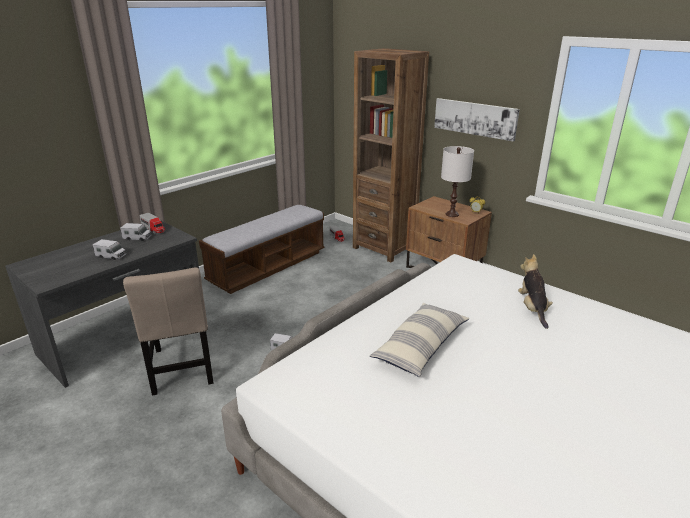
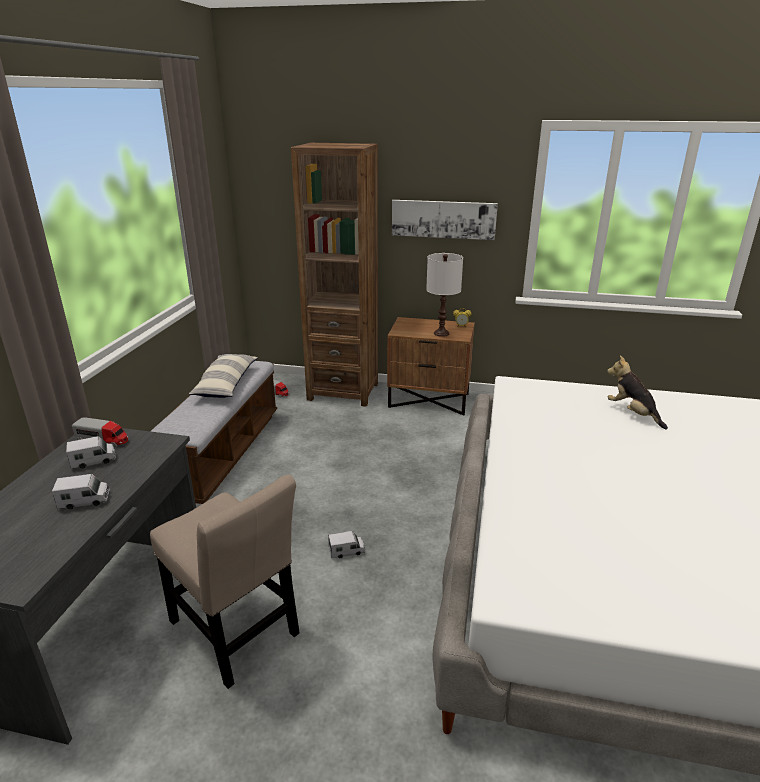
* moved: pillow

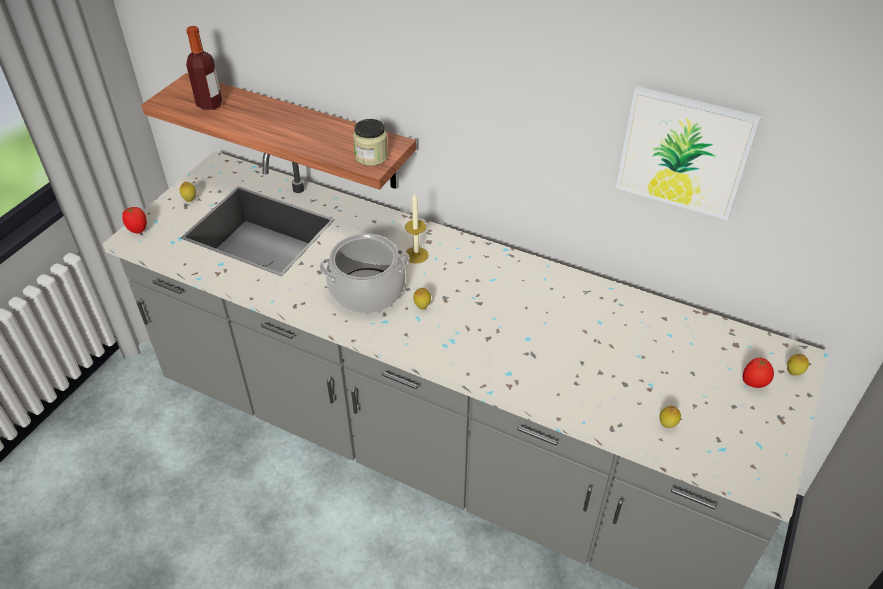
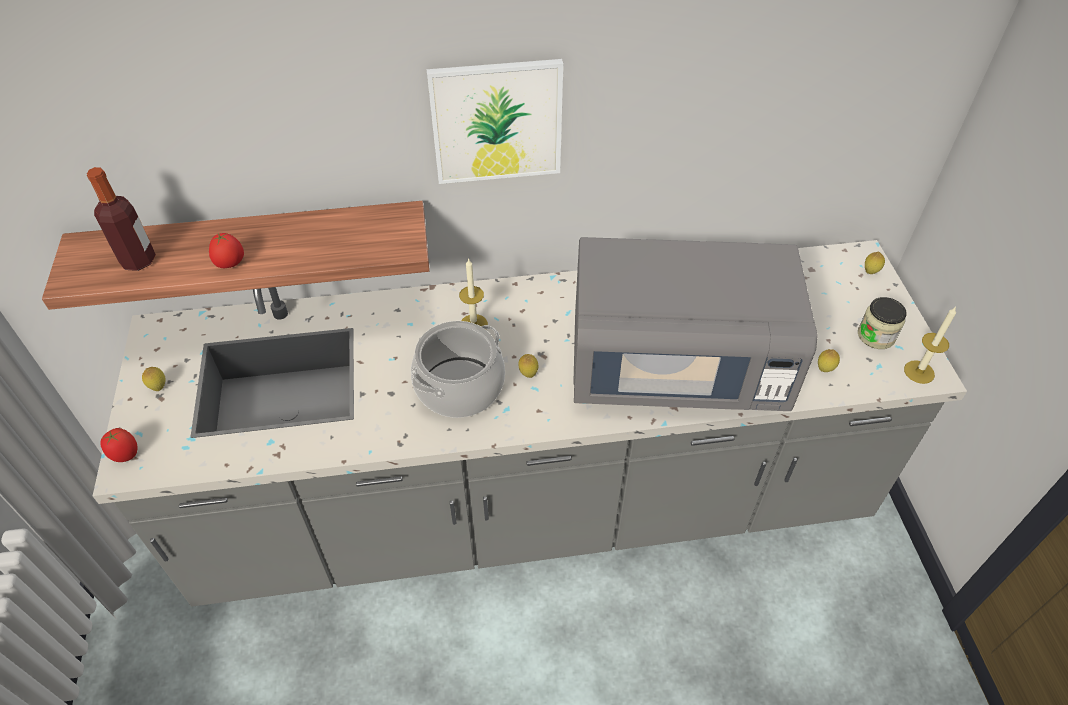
* moved: tomato (2nd from left)
* moved: picture
* added: grey microwave
* moved: jar
* added: candle (2nd from left)

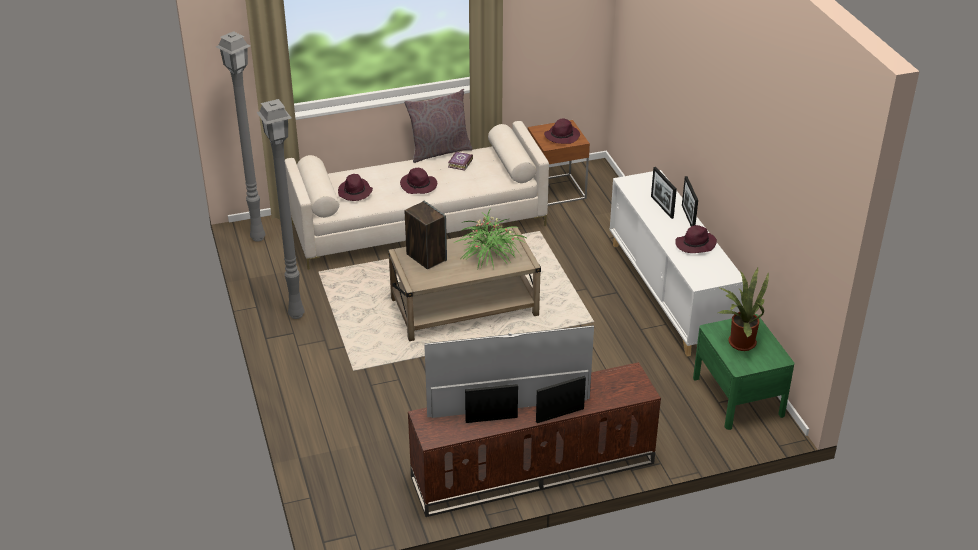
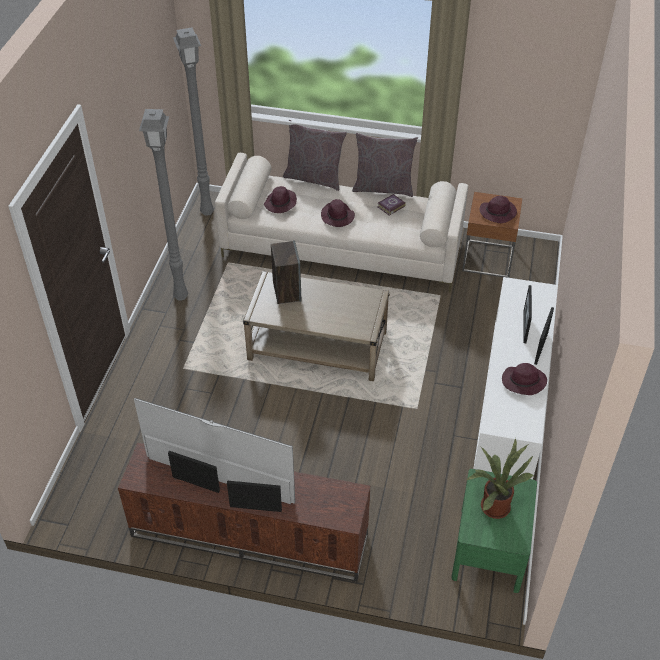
* added: grey pillow (1st from left)
* removed: potted plant (1st from left)

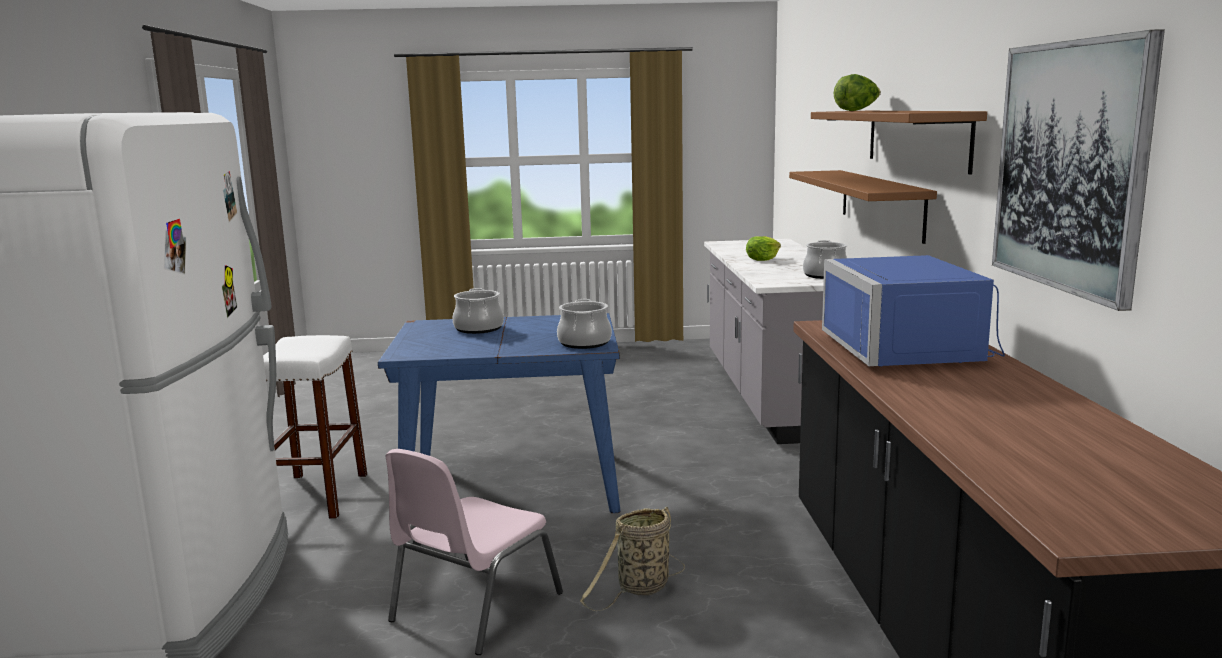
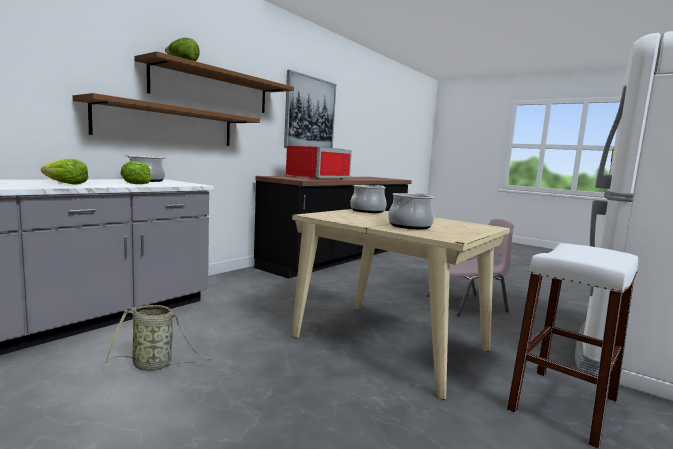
* moved: basket
* added: lettuce (2nd from left)
* recoloured: blue microwave to red microwave
* recoloured: blue dining table to beige dining table

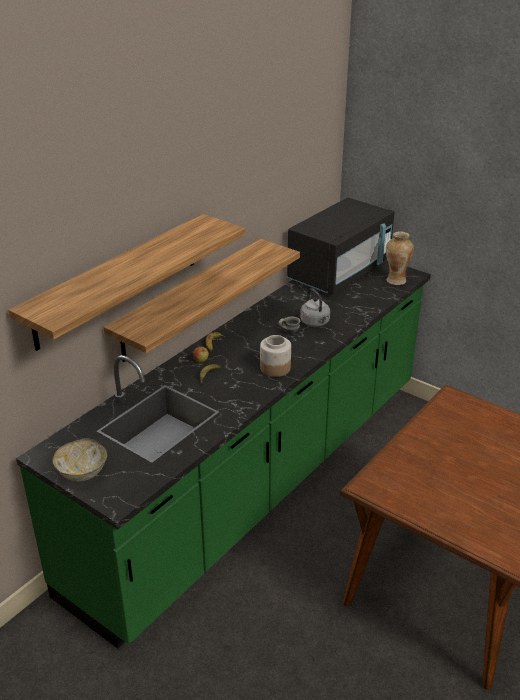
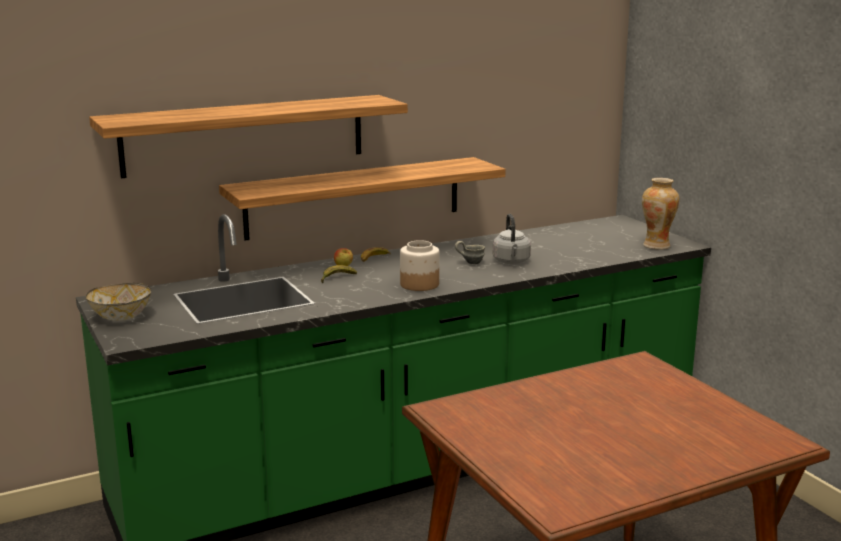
* removed: black microwave

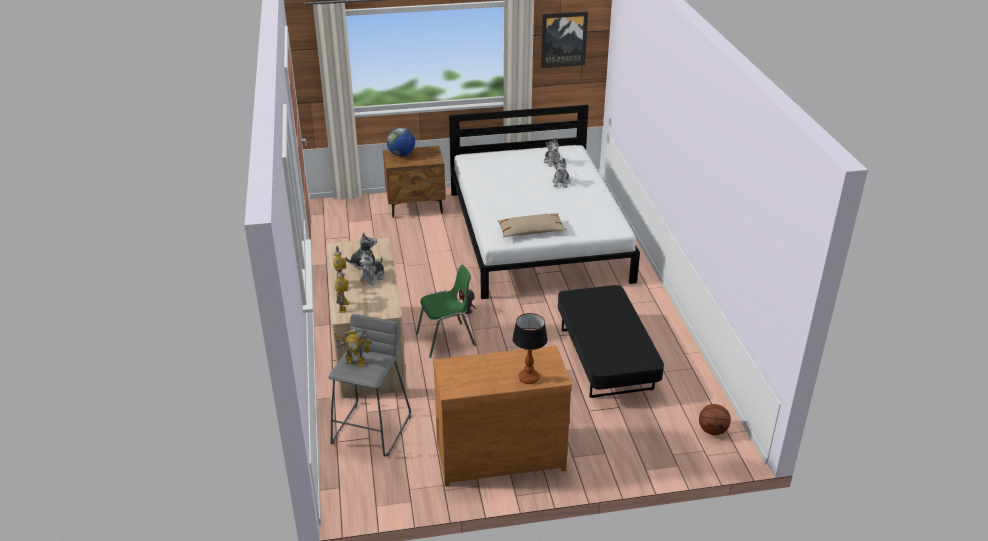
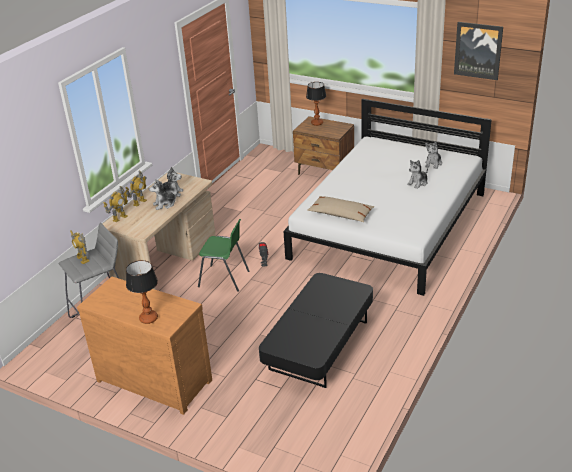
* replaced: globe to table lamp (2nd from left)
* removed: basketball

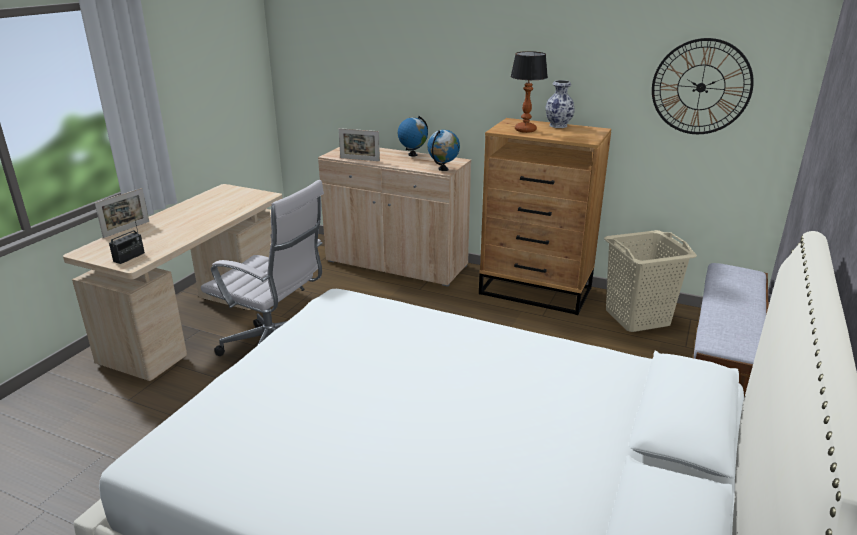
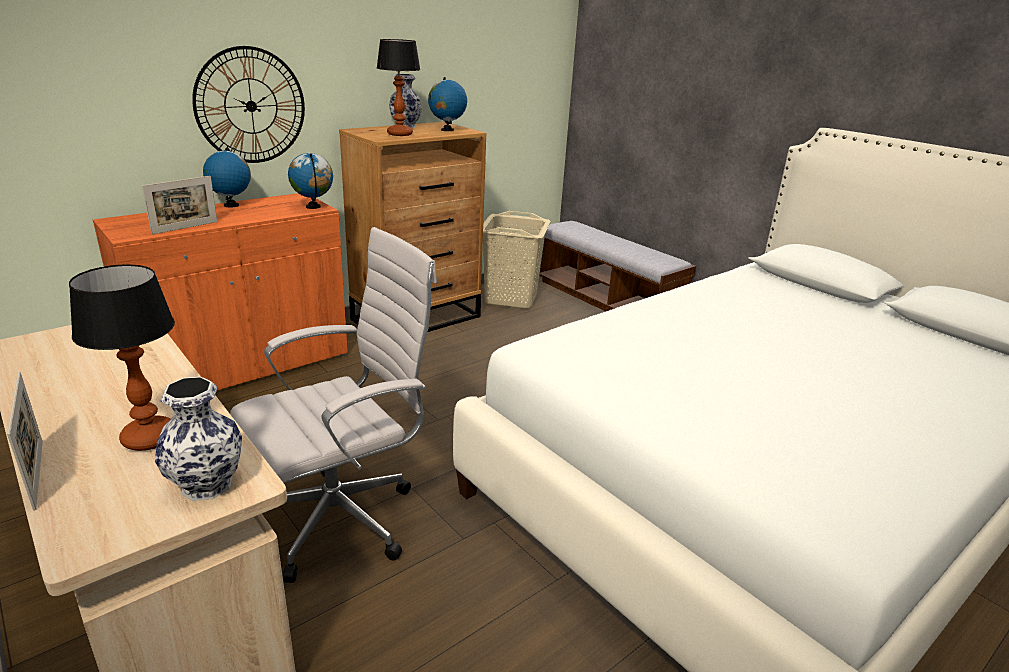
* added: table lamp (1st from left)
* recoloured: beige cabinet to orange cabinet
* replaced: radio to vase (1st from left)
* moved: wall clock
* added: globe (3rd from left)

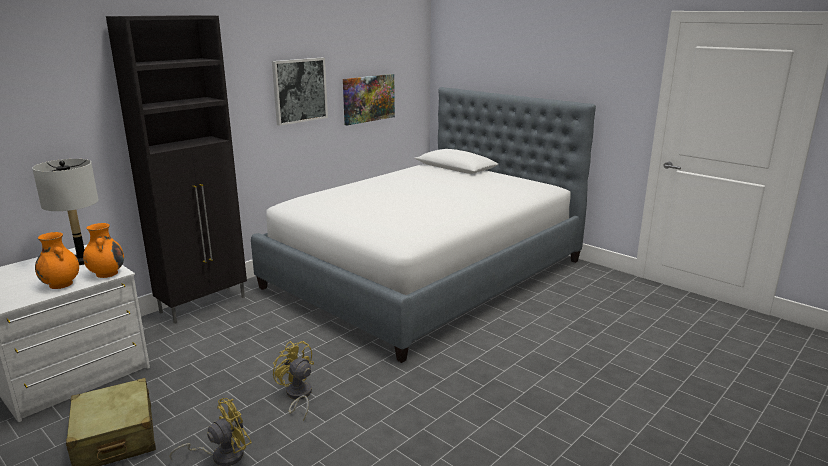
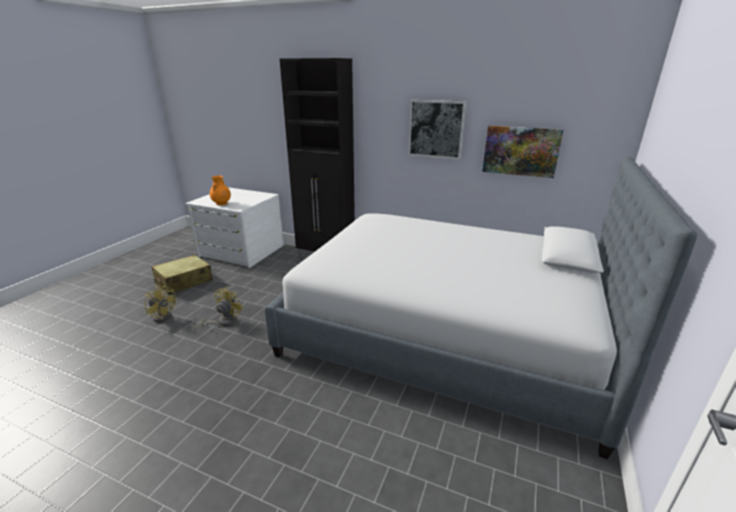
* removed: grey table lamp
* removed: orange vase (2nd from left)

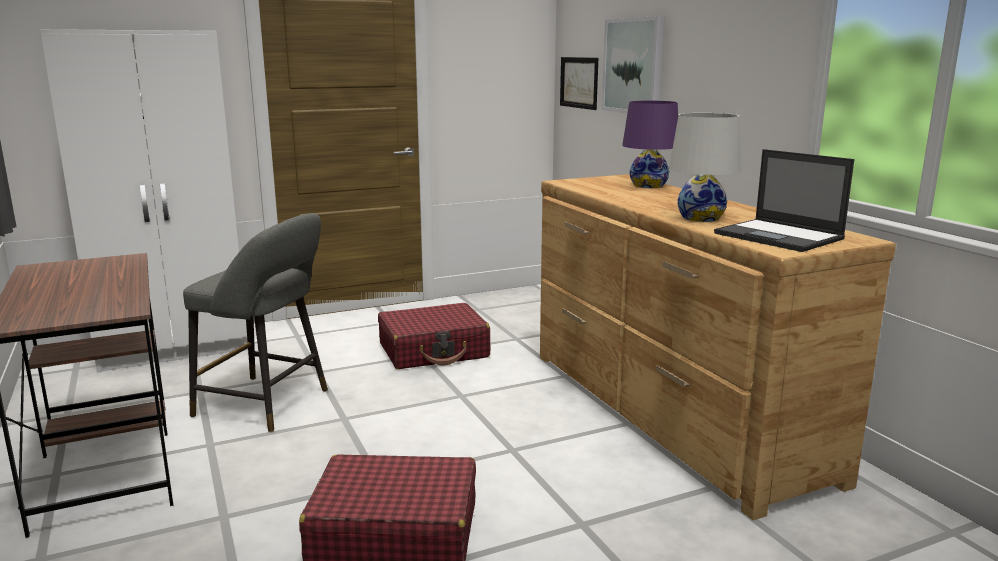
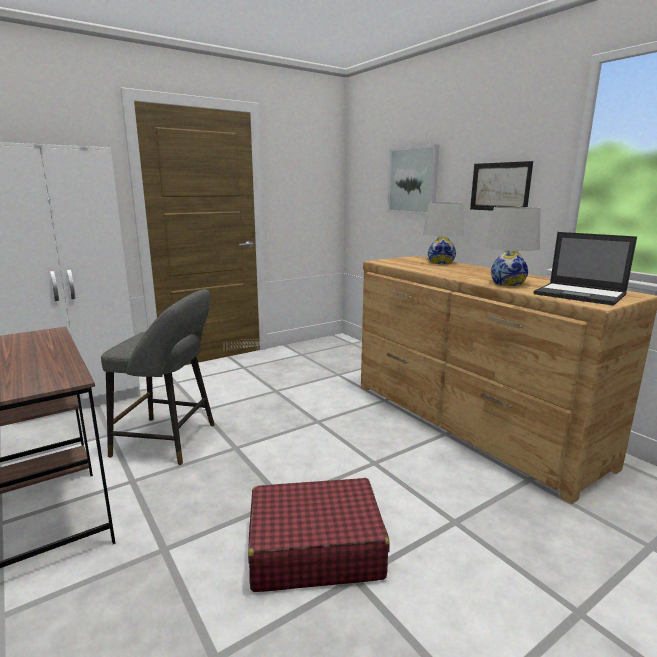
* recoloured: purple table lamp to white table lamp (1st from left)
* moved: picture (1st from left in the first image) to picture (2nd from left)
* removed: red suitcase (2nd from left)

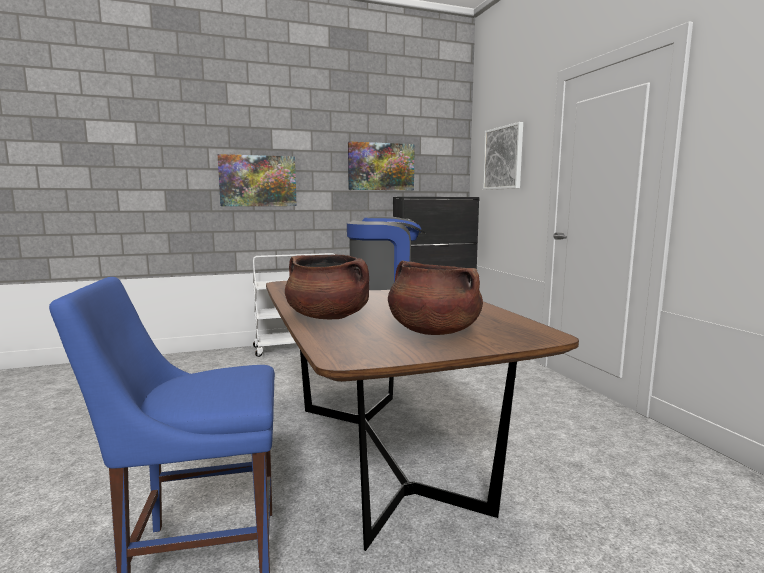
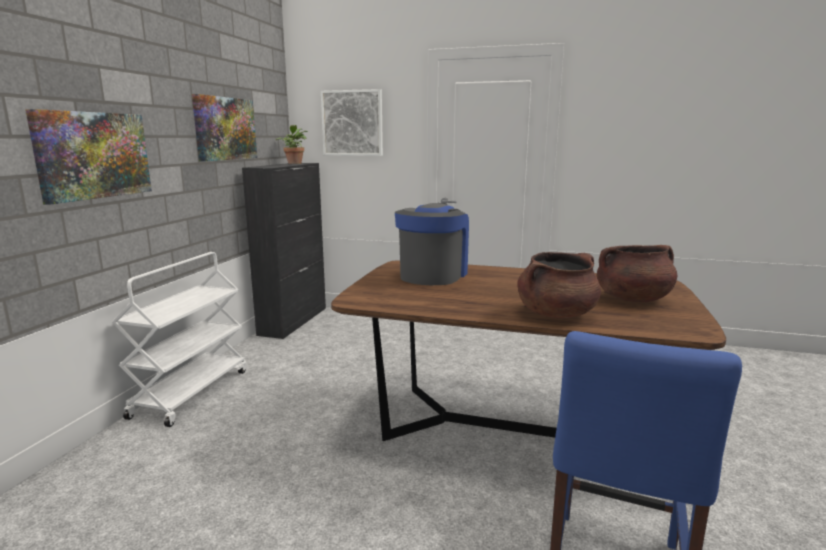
* added: potted plant

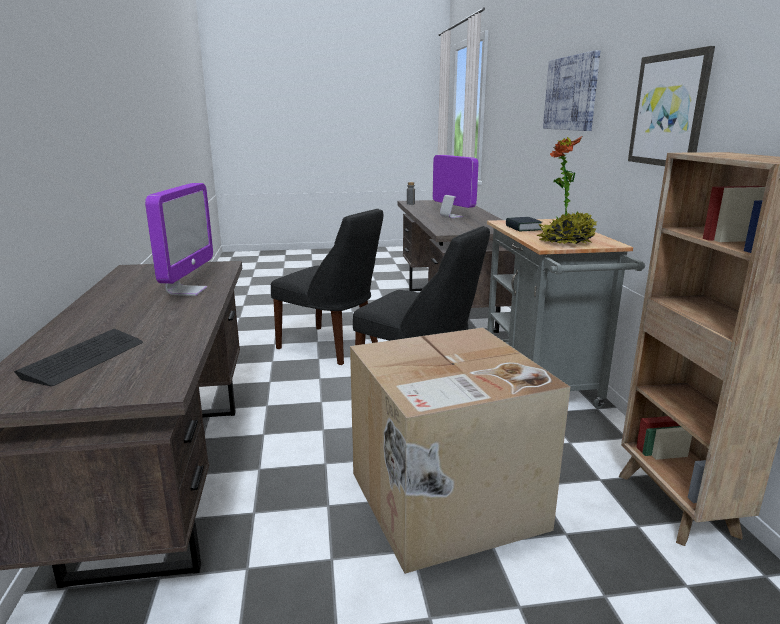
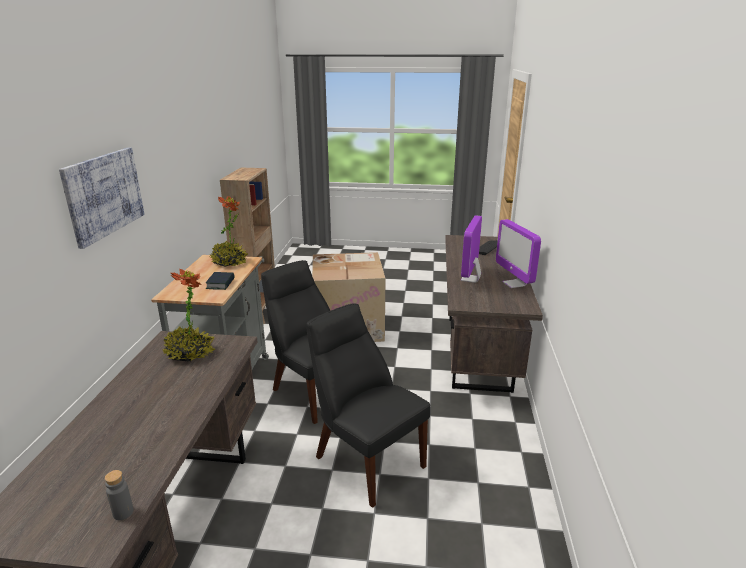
* added: potted plant (1st from left)
* moved: monitor (2nd from left)
* removed: picture (2nd from left)

